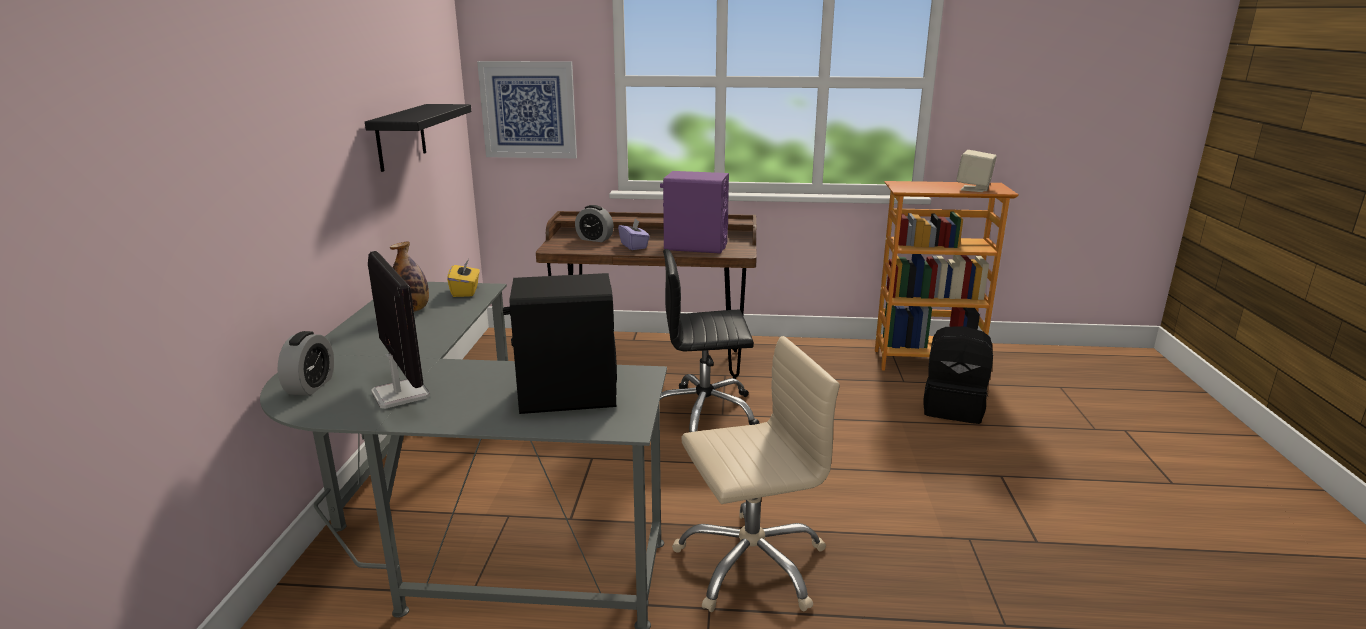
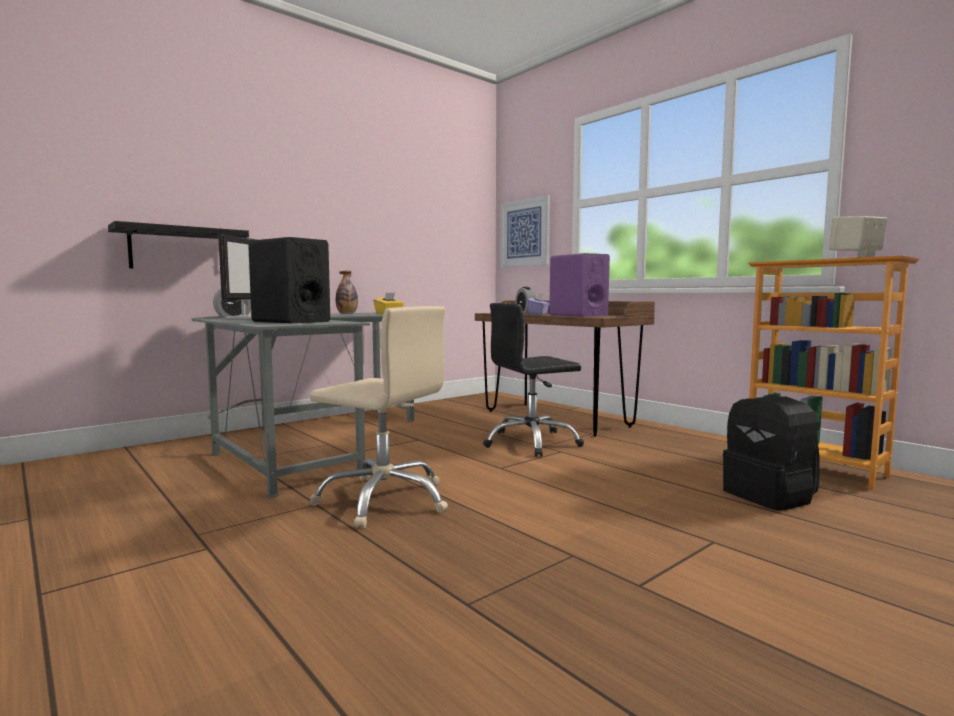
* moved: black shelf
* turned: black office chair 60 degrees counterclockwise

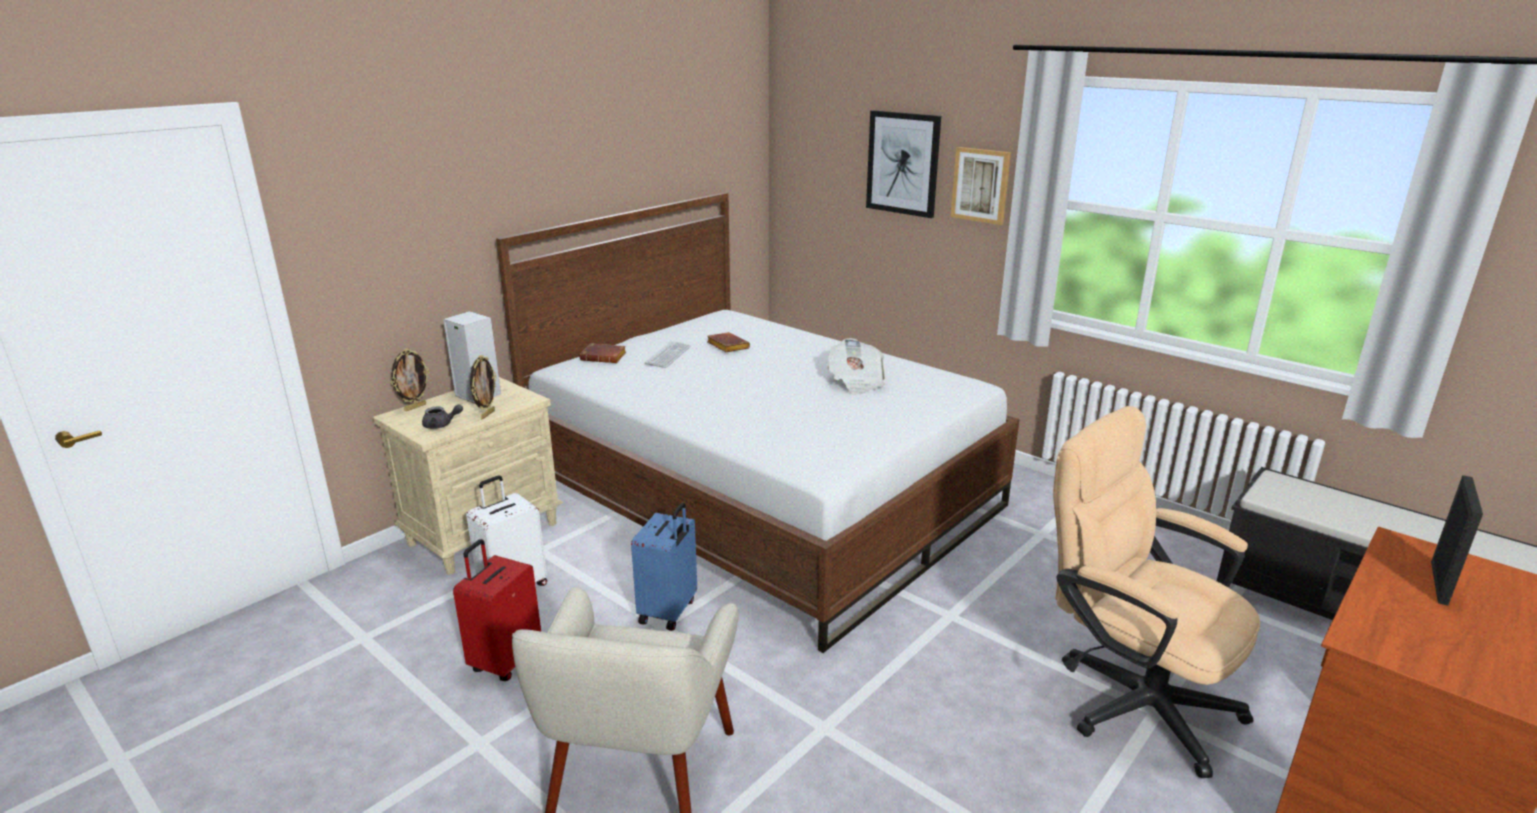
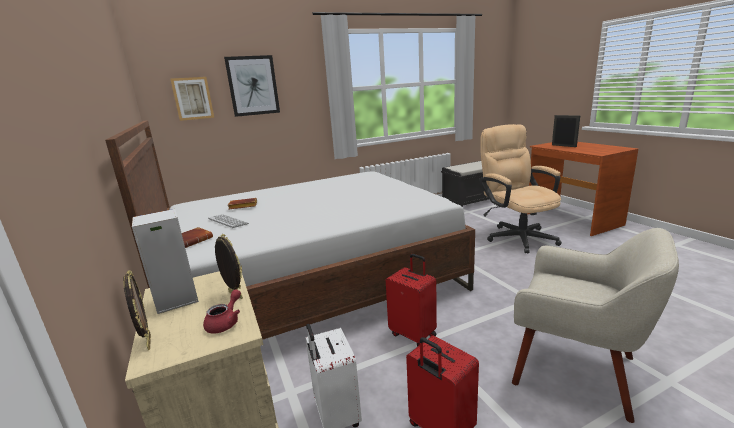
* moved: picture (2nd from left in the first image) to picture (1st from left)
* recoloured: grey teapot to red teapot
* recoloured: blue suitcase to red suitcase (1st from left)
* turned: beige office chair 90 degrees clockwise
* removed: newspaper

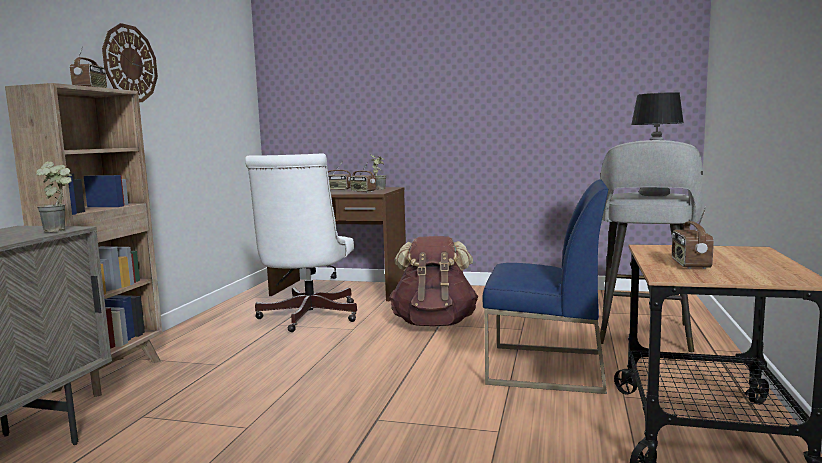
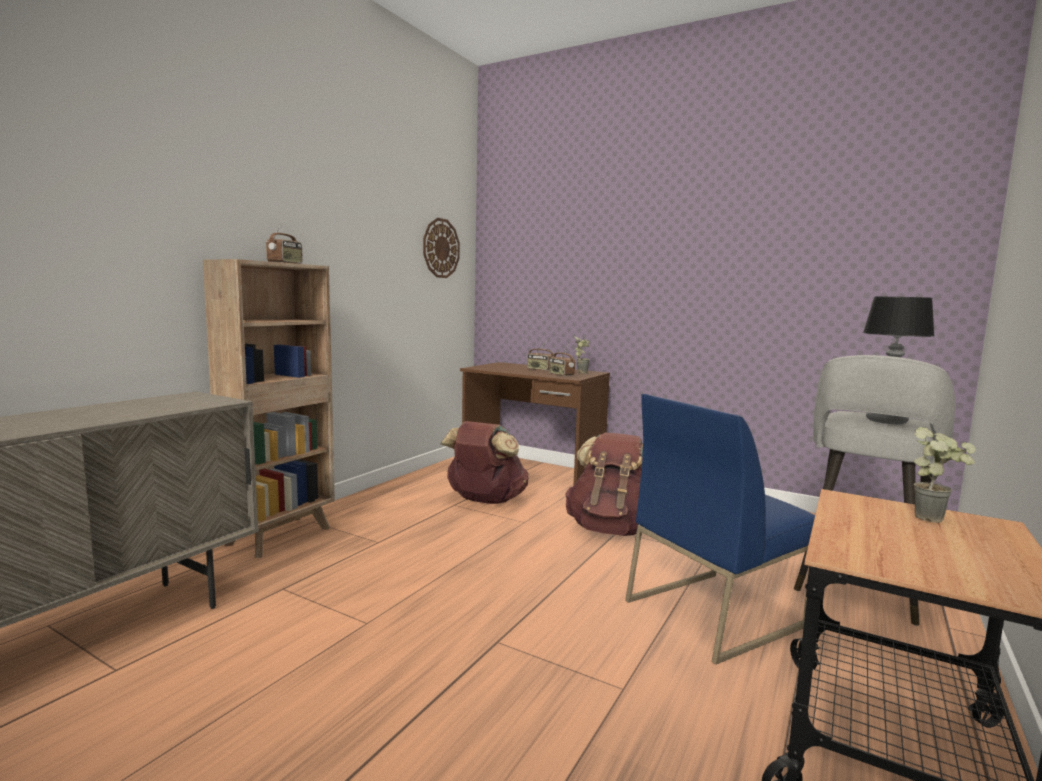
* moved: wall clock
* replaced: white office chair to brown backpack (1st from left)
* turned: blue chair 120 degrees clockwise
* moved: potted plant (1st from left in the first image) to potted plant (2nd from left)
* removed: radio (4th from left)

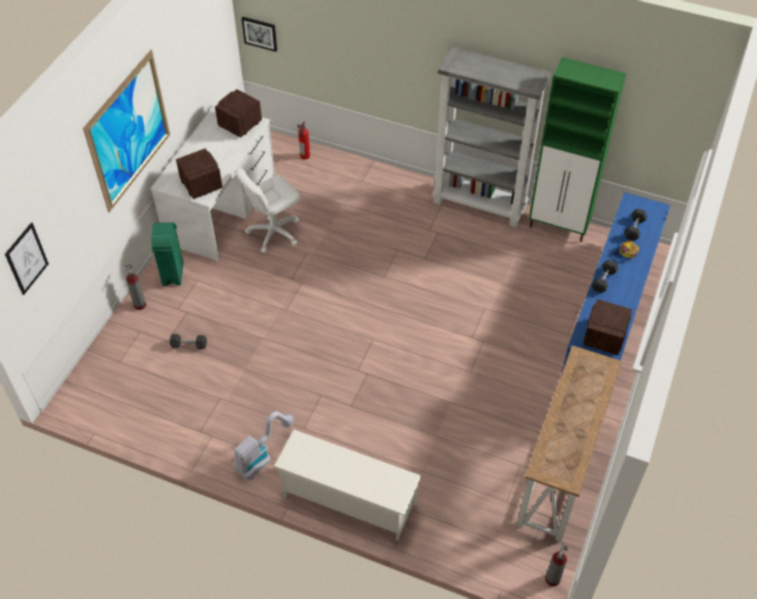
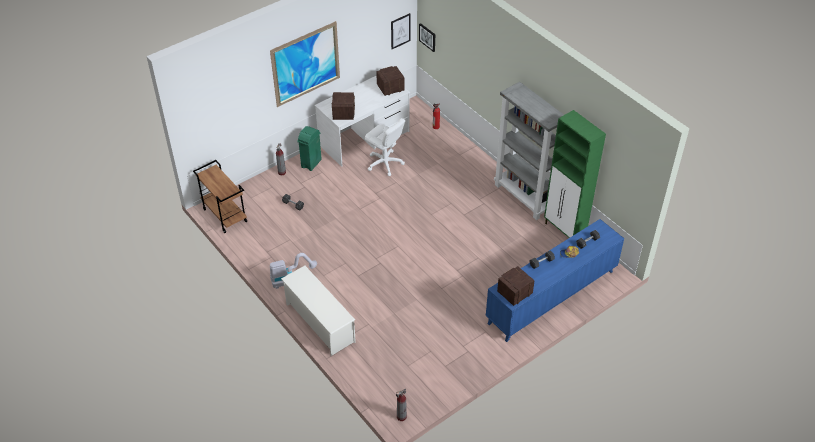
* added: brown cart
* turned: white office chair 135 degrees counterclockwise
* moved: picture (1st from left in the first image) to picture (2nd from left)
* removed: console table

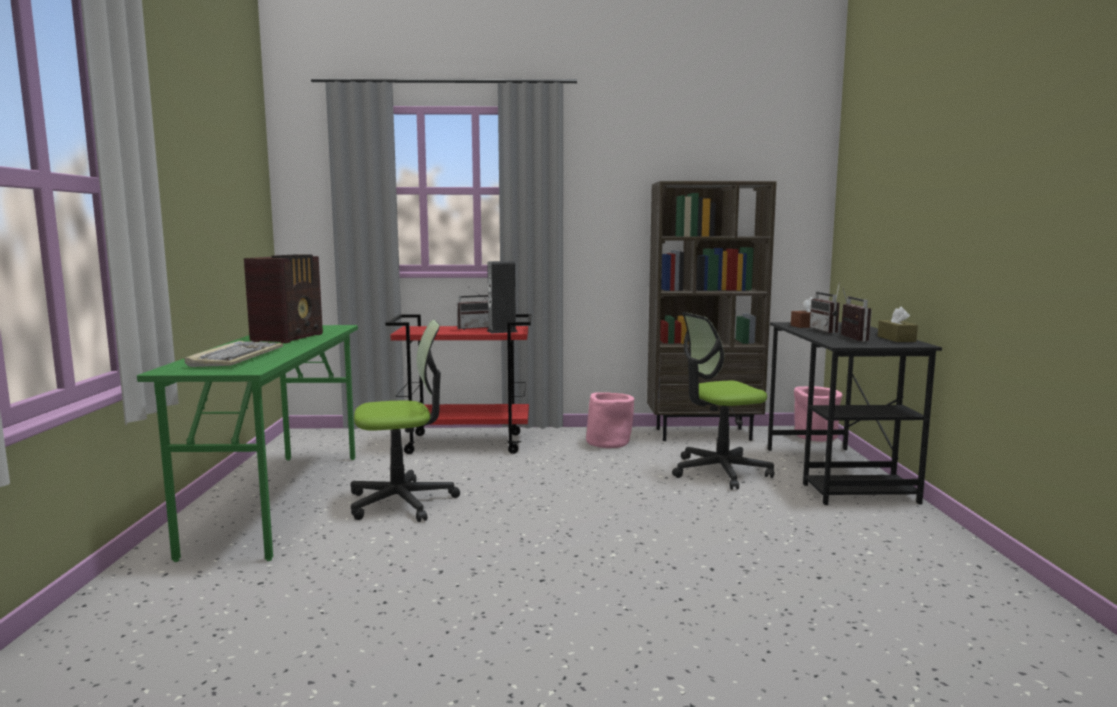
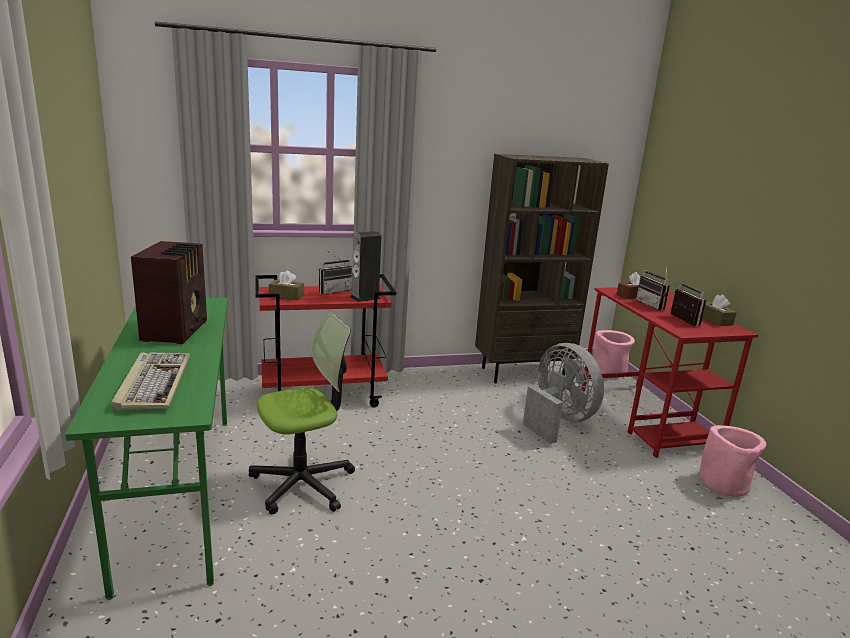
* added: brown tissue box (1st from left)
* replaced: office chair (2nd from left) to grey fan
* recoloured: black desk to red desk
* moved: pink planter (1st from left in the first image) to pink planter (2nd from left)

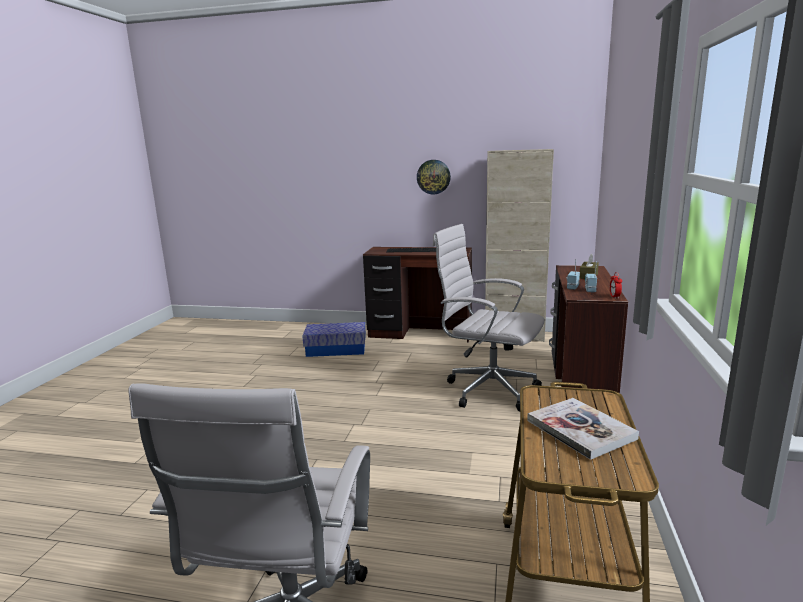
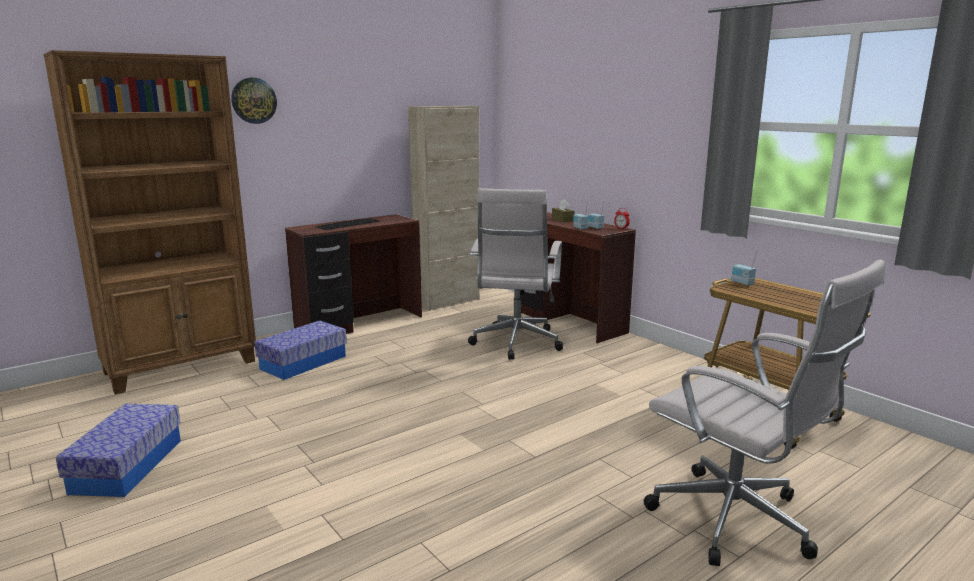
* added: brown bookcase
* added: storage box (1st from left)
* moved: wall clock
* turned: white office chair (2nd from left in the first image) 60 degrees counterclockwise
* added: radio (3rd from left)
* removed: book

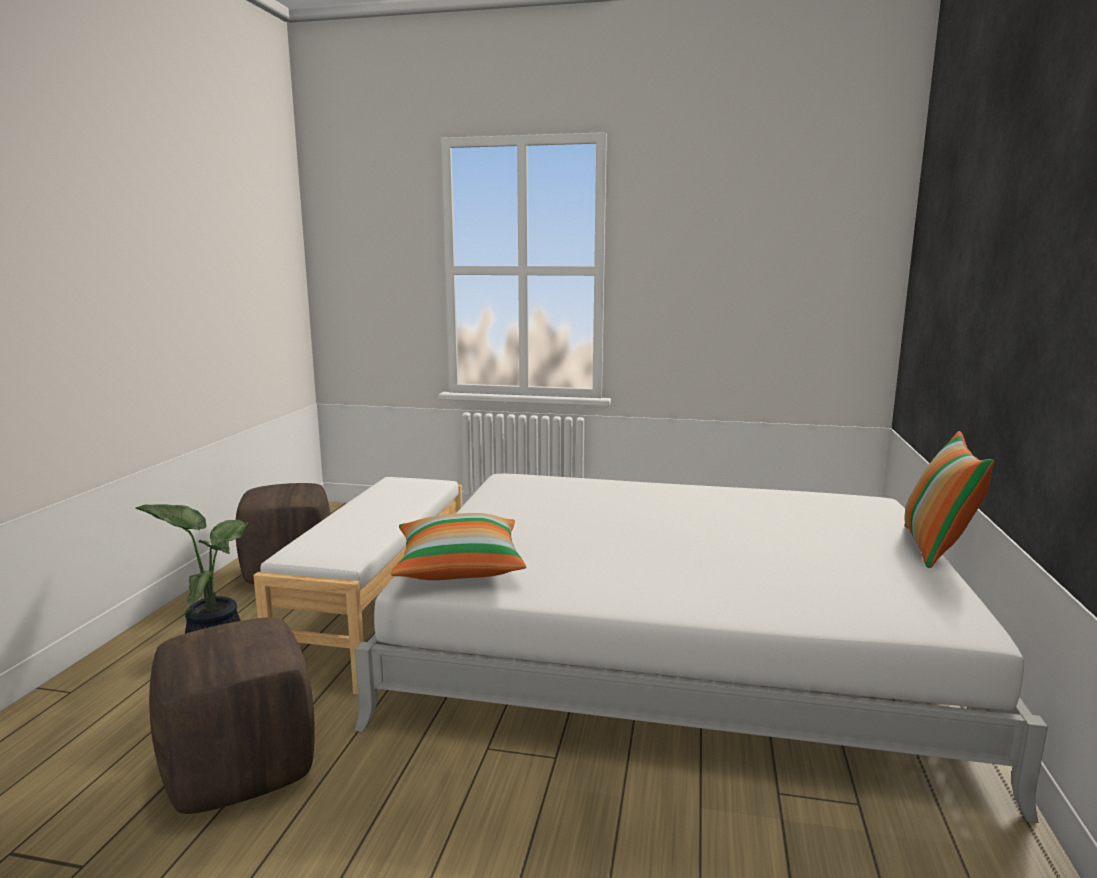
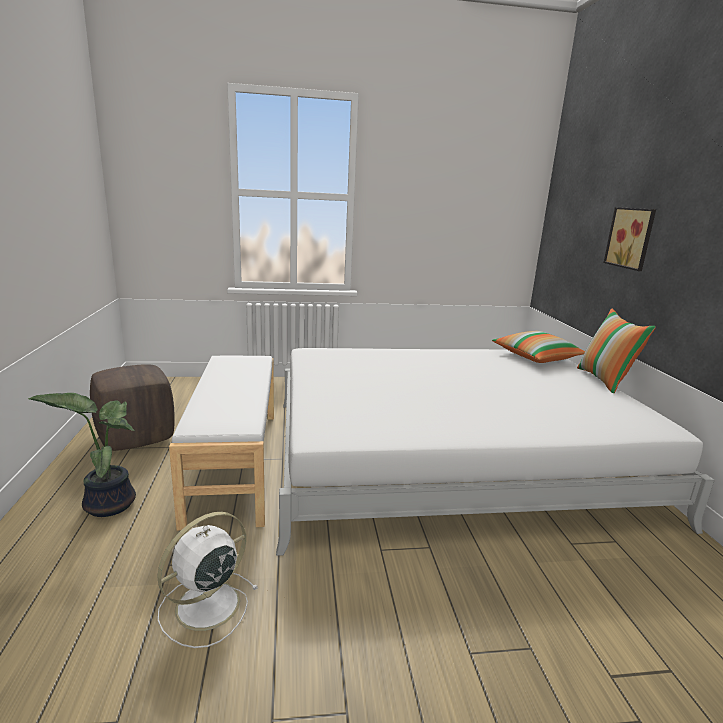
* replaced: brown ottoman (1st from left) to white fan
* moved: pillow (1st from left)
* added: picture

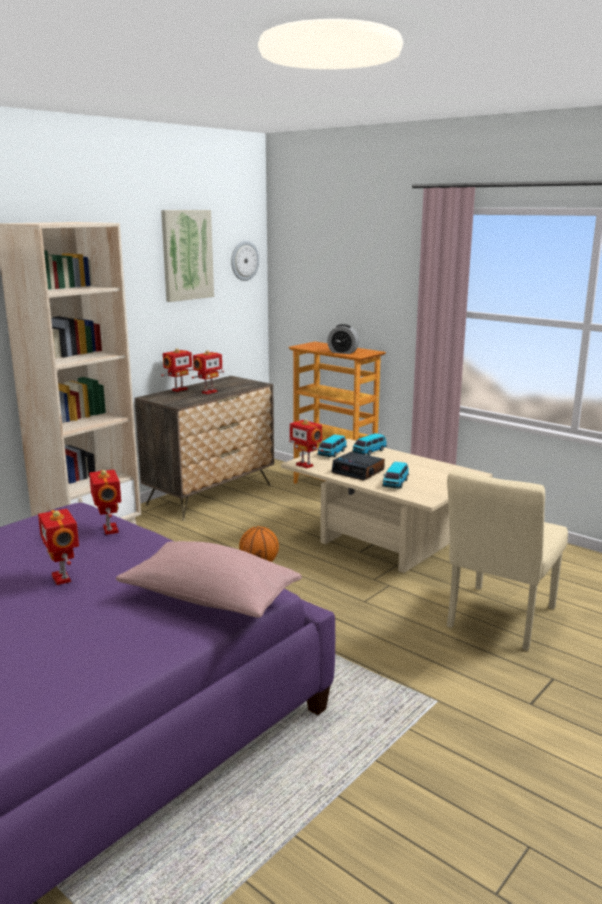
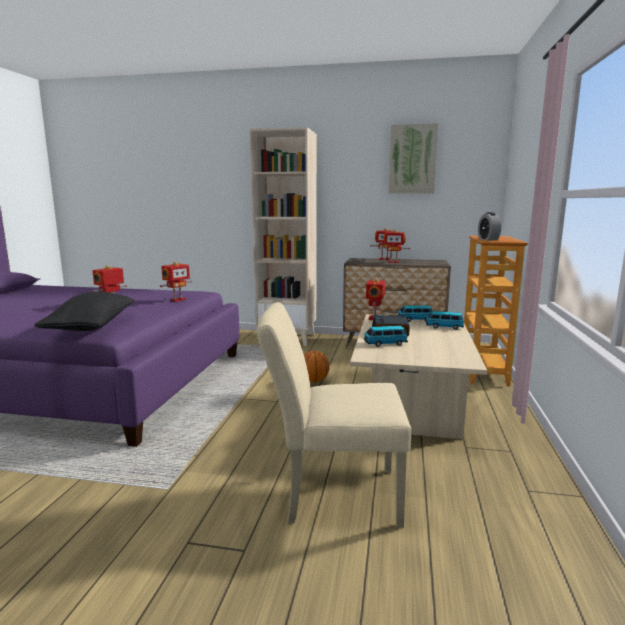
* recoloured: pink pillow to black pillow
* removed: wall clock

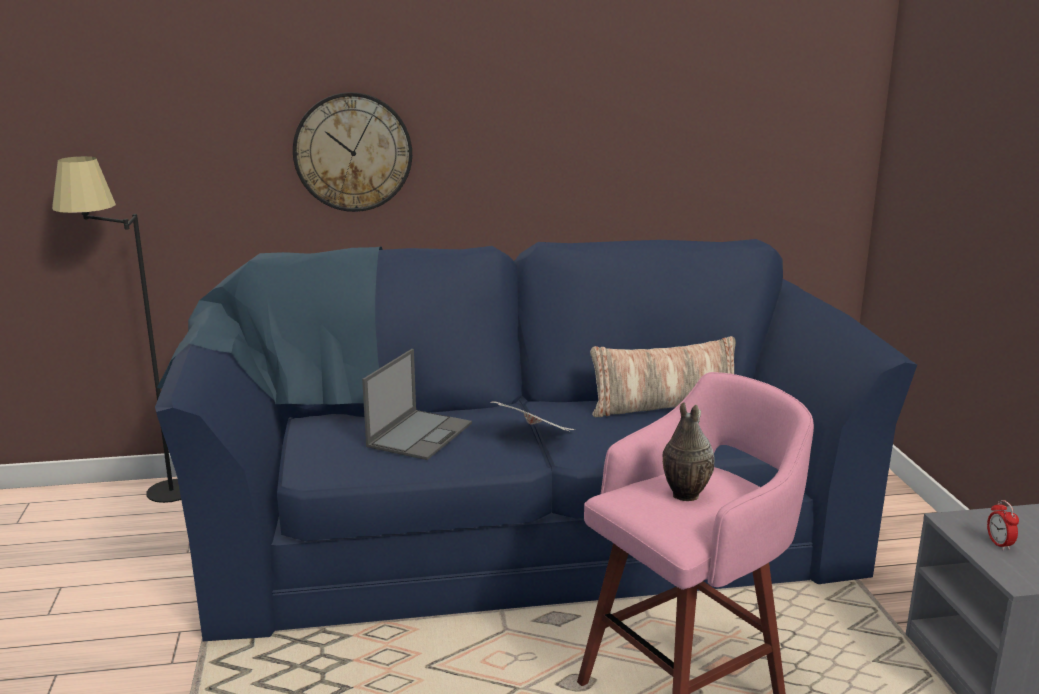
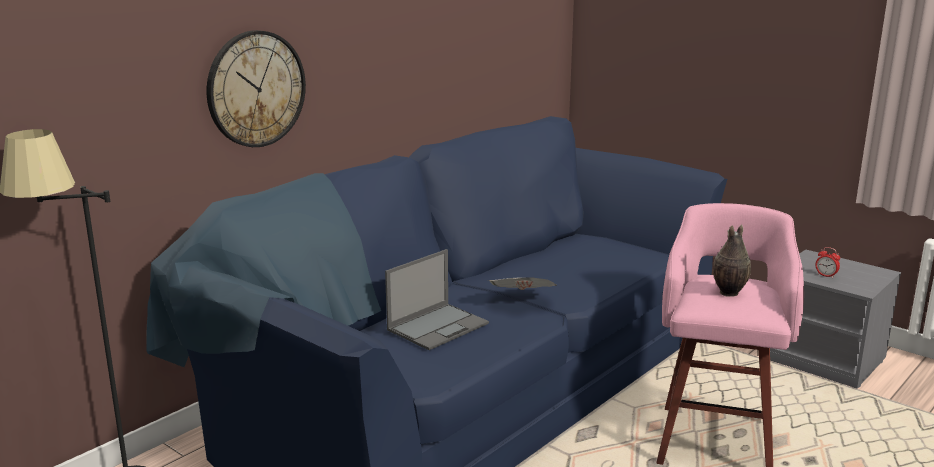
* turned: laptop 60 degrees clockwise
* removed: pillow

